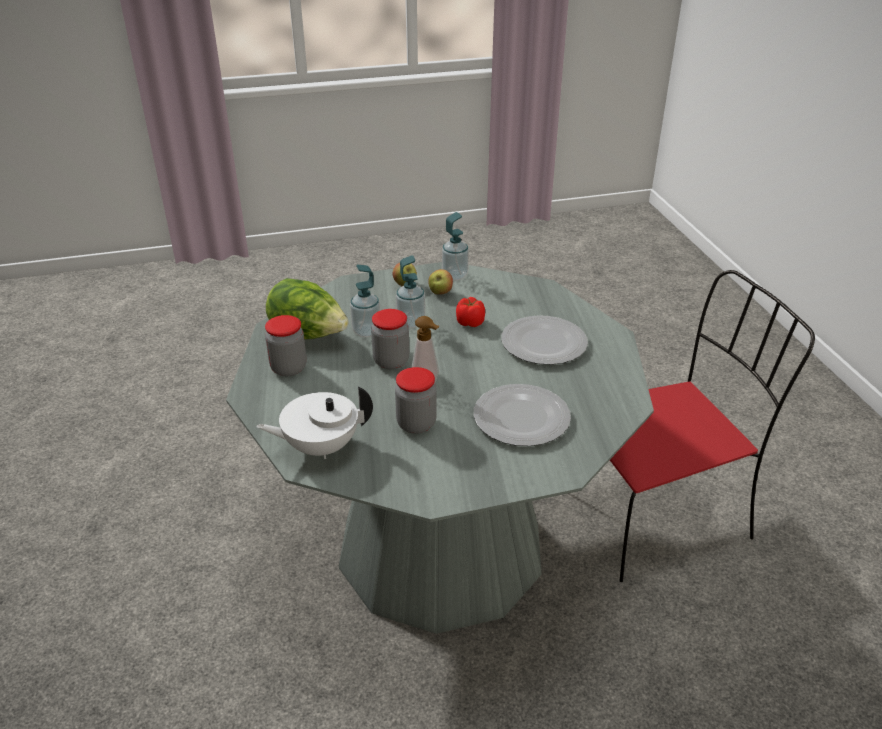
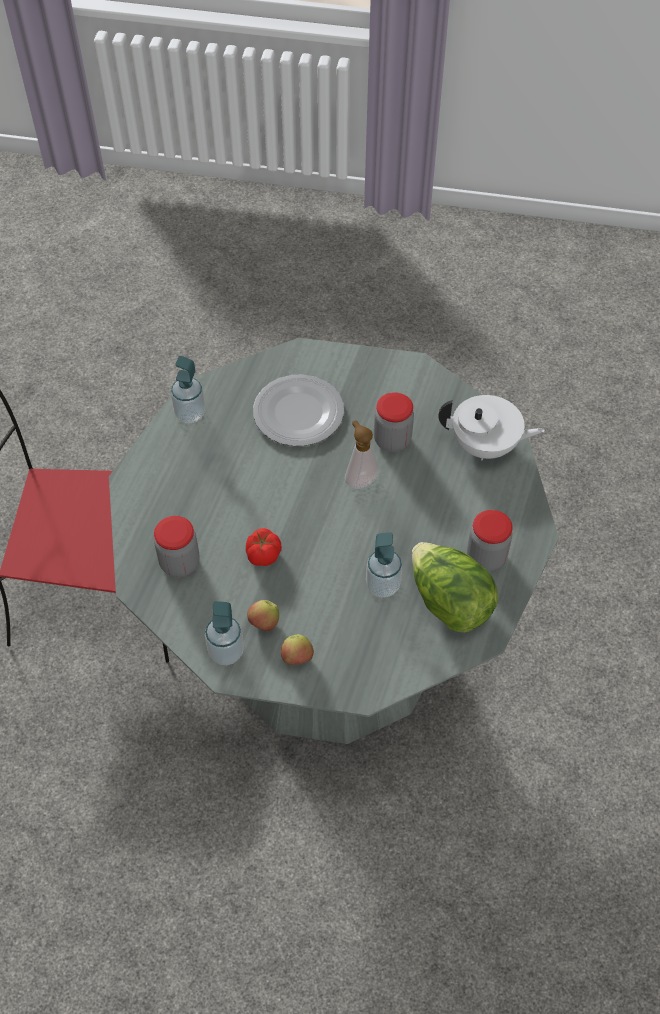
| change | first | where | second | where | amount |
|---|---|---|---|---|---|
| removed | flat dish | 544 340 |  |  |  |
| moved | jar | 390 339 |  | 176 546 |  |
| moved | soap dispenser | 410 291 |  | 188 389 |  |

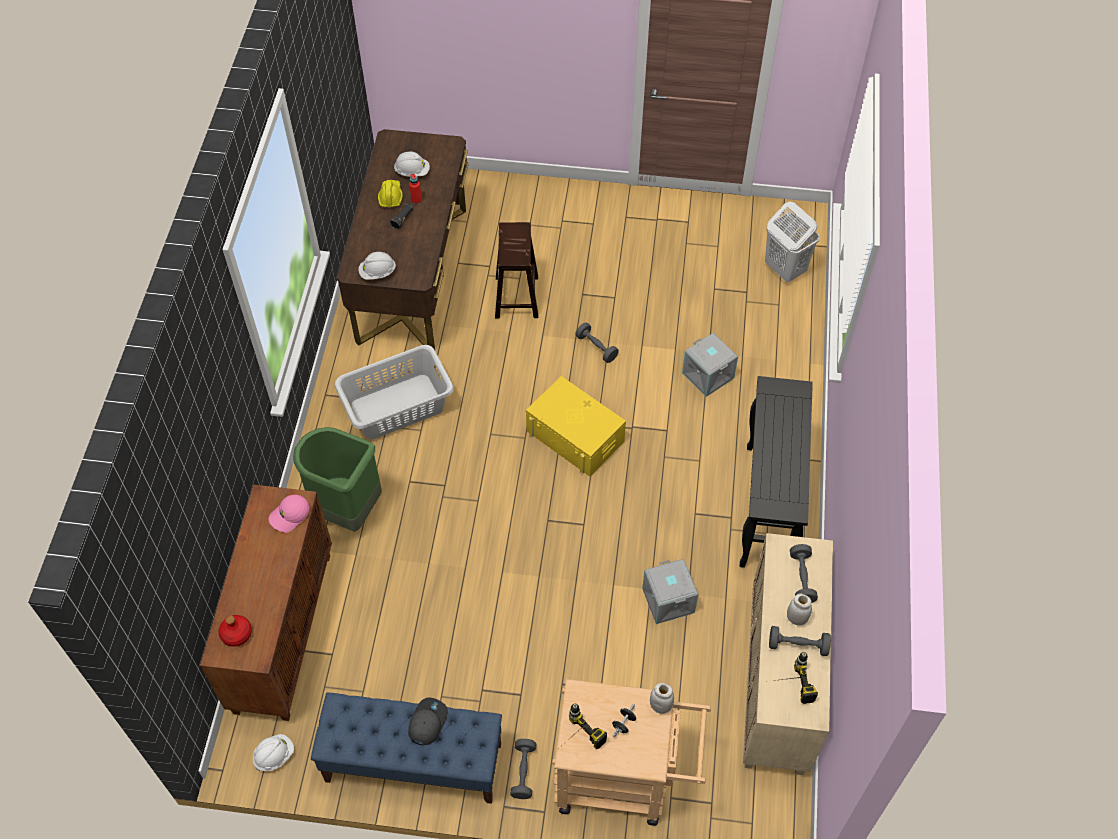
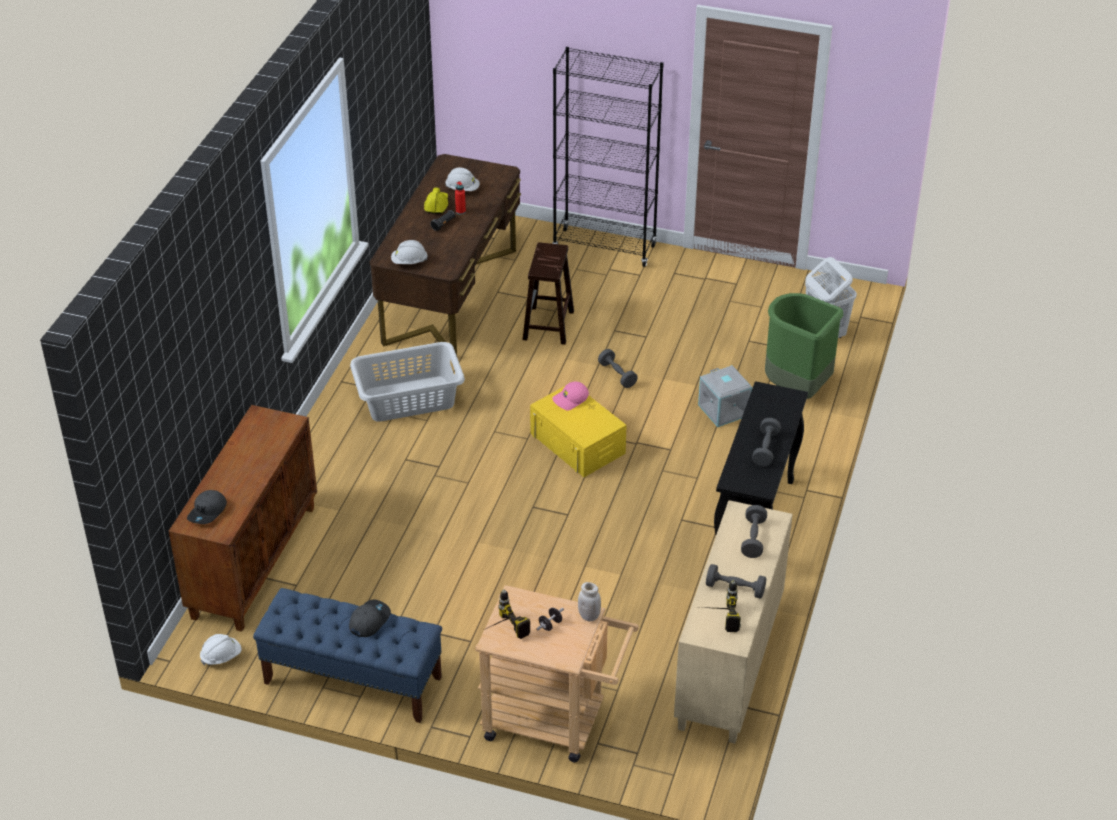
| change | first | where | second | where | amount |
|---|---|---|---|---|---|
| removed | storage box (grey) | 670 591 |  |  |  |
| removed | jar (whitish) | 799 610 |  |  |  |
| added |  |  | shelving unit (blackish) | 608 157 |  |
| moved | peaked cap (pink-coloured) | 289 514 |  | 570 396 |  |
| moved | waste bin (greenish) | 337 479 |  | 804 346 |  |
| moved | dumbbell (grey) | 523 769 |  | 766 442 |  |
| replaced | beverage bottle (reddish) | 235 631 | peaked cap (grey) | 207 507 |  |

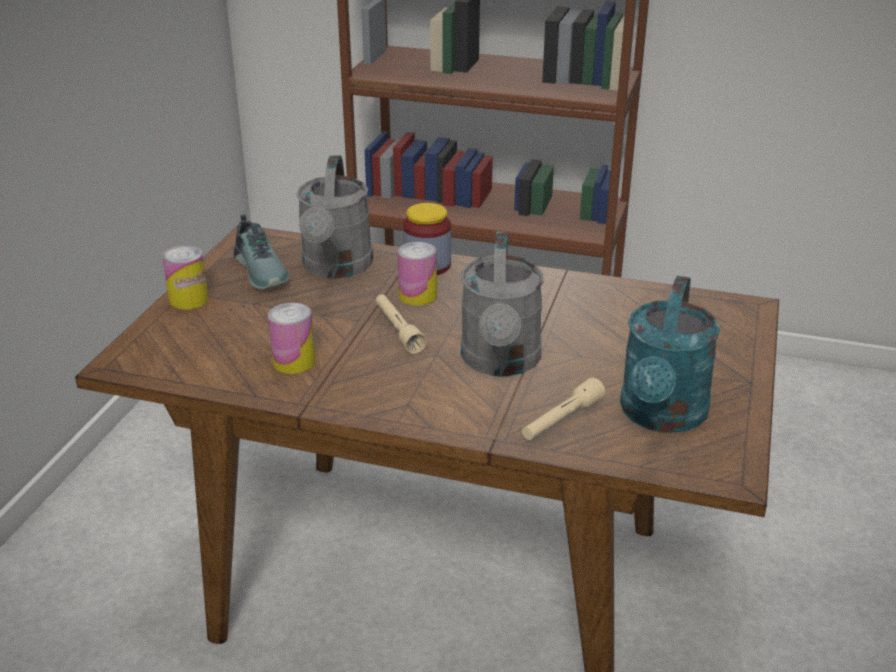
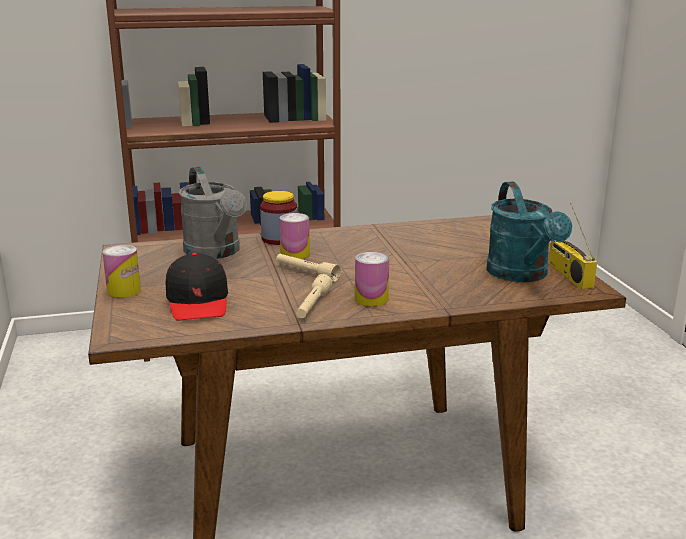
| change | first | where | second | where | amount |
|---|---|---|---|---|---|
| removed | item of footwear | 262 251 |  |  |  |
| removed | watering pot (grey) | 502 304 |  |  |  |
| added |  |  | peaked cap (blackish) | 196 287 |  |
| added |  |  | radio set | 573 246 |  |
| moved | metal can | 291 338 |  | 372 279 |  |
| moved | flashlight (beige) | 564 409 |  | 314 296 |  |

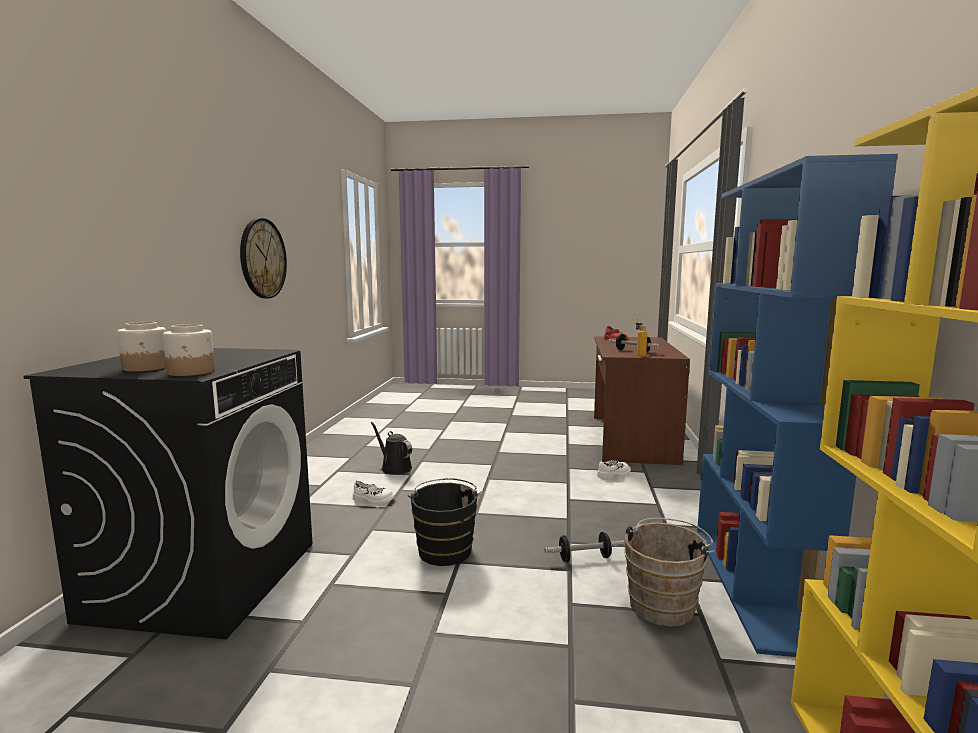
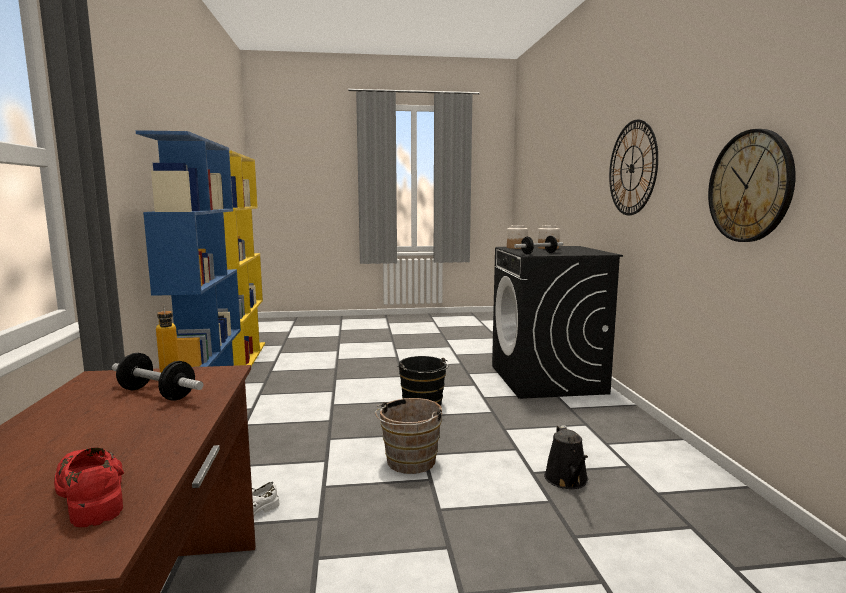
| change | first | where | second | where | amount |
|---|---|---|---|---|---|
| removed | item of footwear (whitish) | 374 492 |  |  |  |
| added |  |  | clock on the wall | 633 167 |  |
| moved | dumbbell | 584 547 |  | 538 245 |  |
| moved | water bucket (brown-coloured) | 669 572 |  | 408 436 |  |
| turned | watering pot (blackish) | 391 448 |  | 566 457 | 60 degrees clockwise |

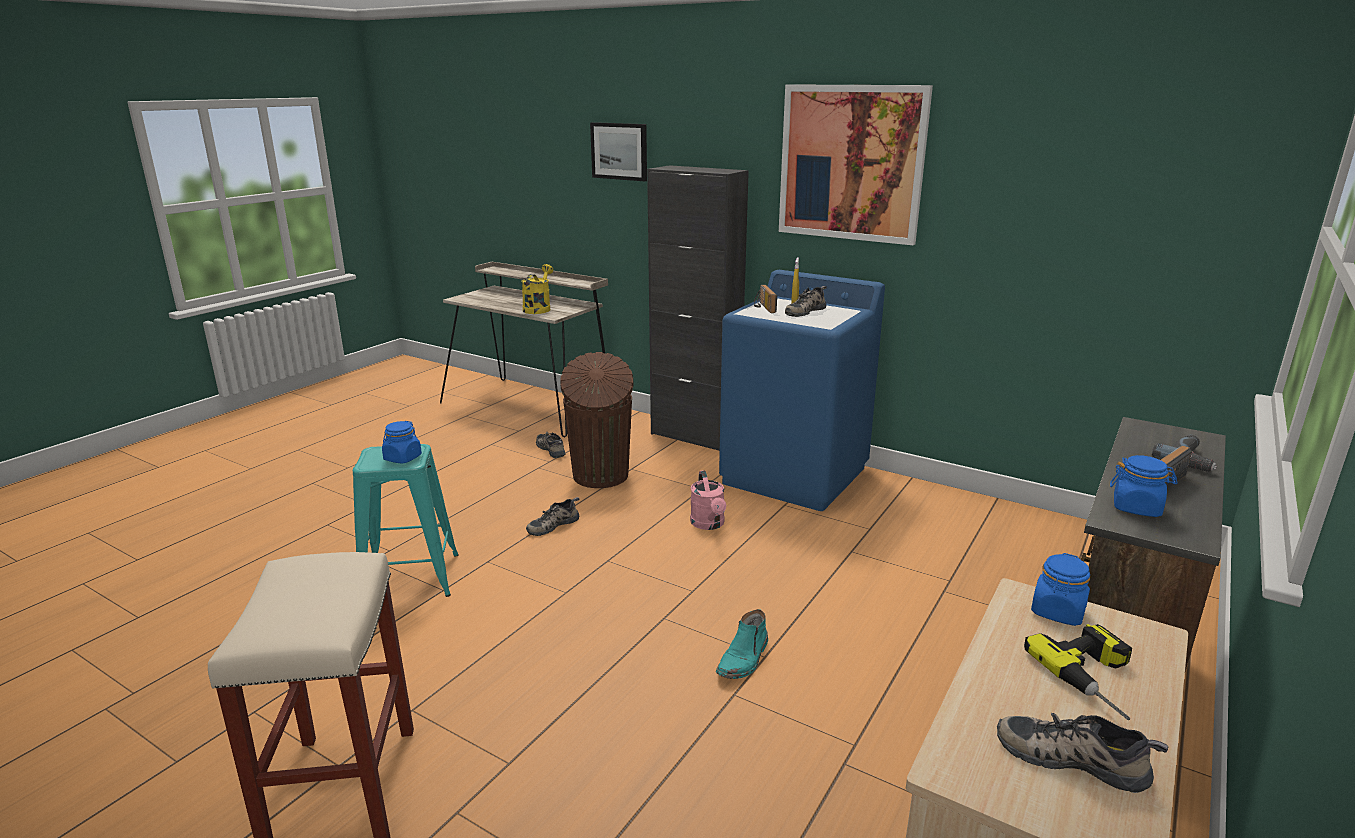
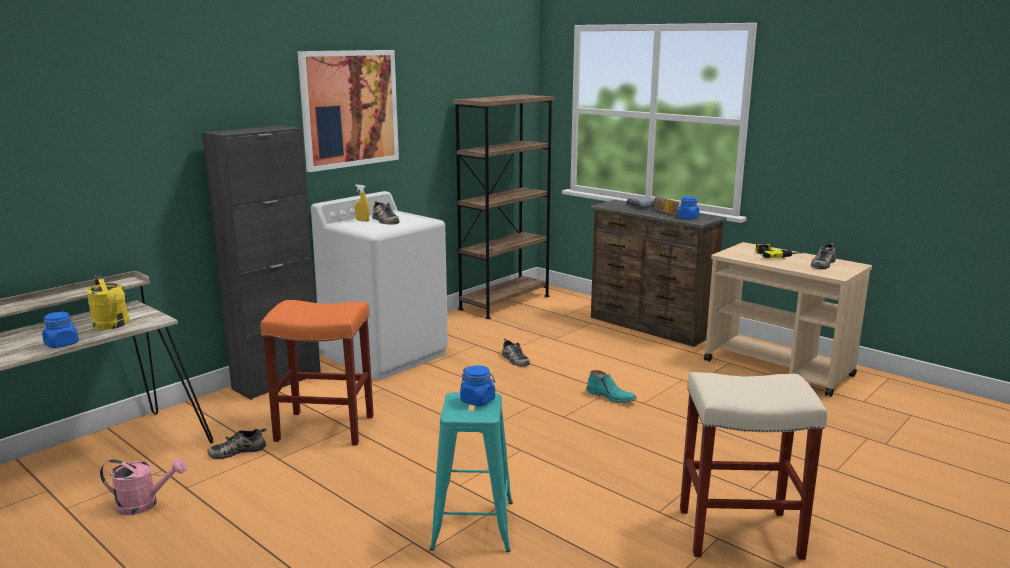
| change | first | where | second | where | amount |
|---|---|---|---|---|---|
| removed | wall picture | 618 151 |  |  |  |
| removed | radio set | 765 299 |  |  |  |
| added |  |  | shelving unit (brown-coloured) | 503 206 |  |
| moved | item of footwear | 552 516 |  | 516 352 |  |
| moved | watering pot (pink-coloured) | 708 500 |  | 143 486 |  |
| moved | jar (bluish) | 1060 589 |  | 60 330 |  |
| replaced | waste bin (brown-coloured) | 597 420 | stool (orange-coloured) | 317 373 |  |
| recoloured | laundry machine (bluish) | 802 390 | laundry machine (whitish) | 379 285 |  |
| turned | watering pot (yellow-coloured) | 537 289 |  | 107 302 | 150 degrees counterclockwise |

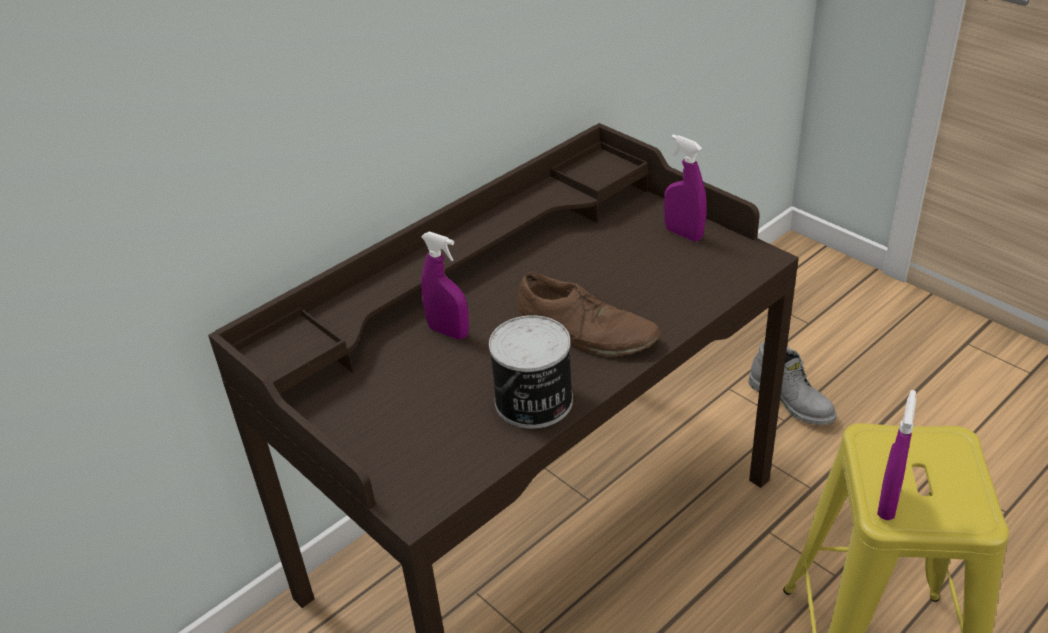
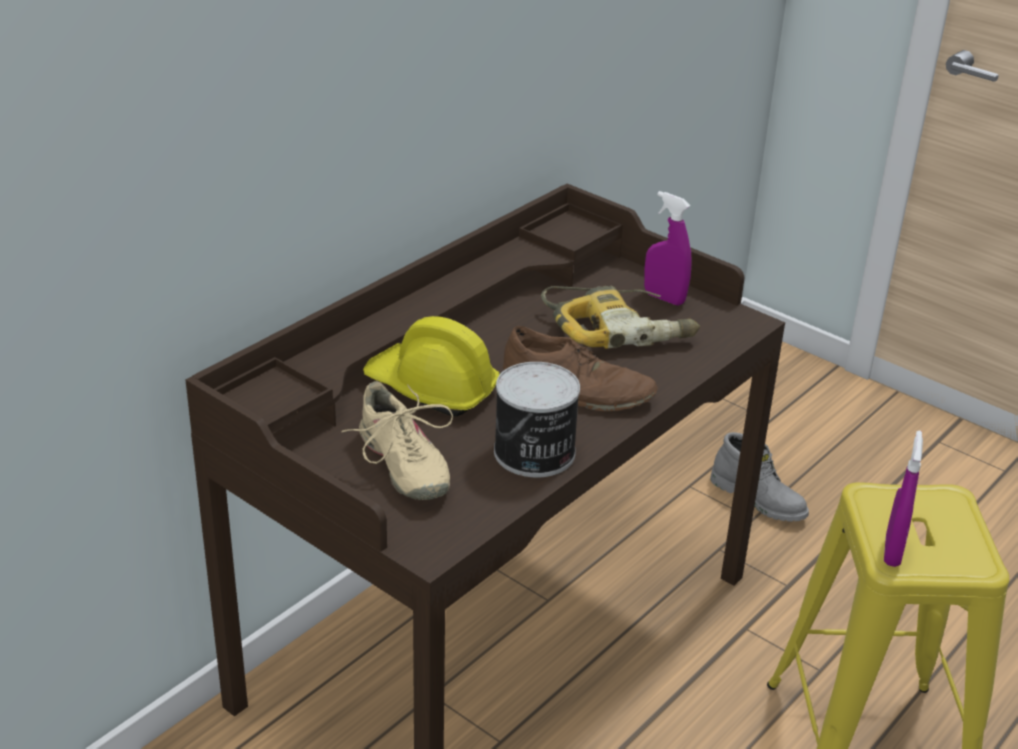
| change | first | where | second | where | amount |
|---|---|---|---|---|---|
| added |  |  | item of footwear (beige) | 397 440 |  |
| added |  |  | power drill | 620 317 |  |
| replaced | hand sprayer (purplish) | 445 285 | work helmet (yellow-coloured) | 431 366 |  |

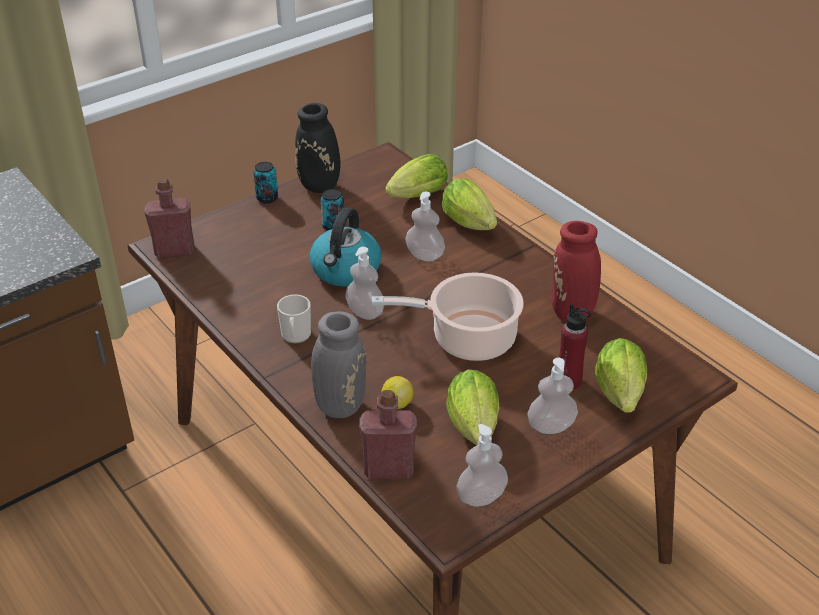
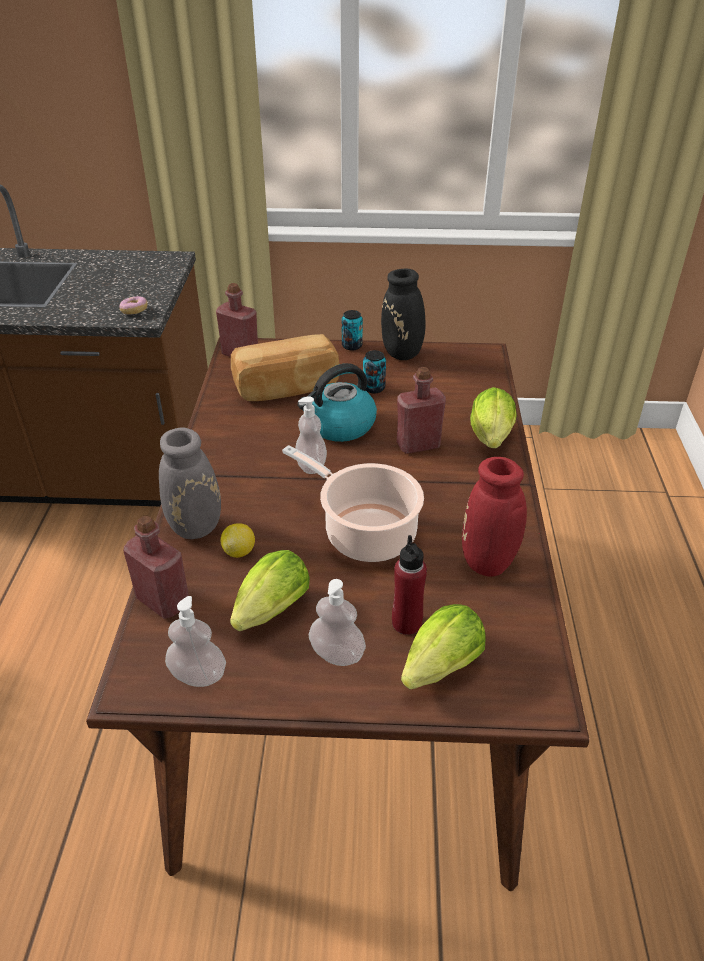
| change | first | where | second | where | amount |
|---|---|---|---|---|---|
| removed | coffee mug | 294 318 |  |  |  |
| removed | lettuce head | 416 176 |  |  |  |
| added |  |  | donut | 133 305 |  |
| added |  |  | bakery bread | 285 367 |  |
| replaced | soap dispenser | 425 226 | beverage bottle (reddish) | 421 410 |  |

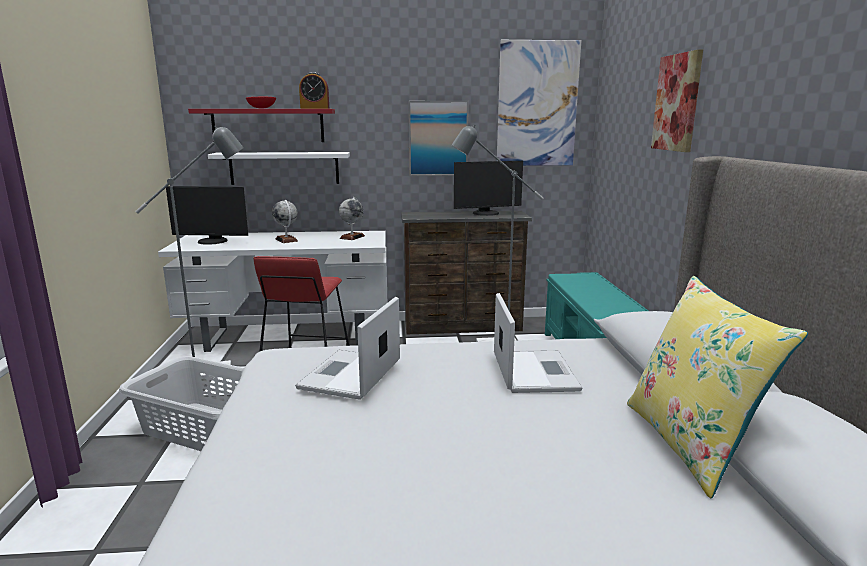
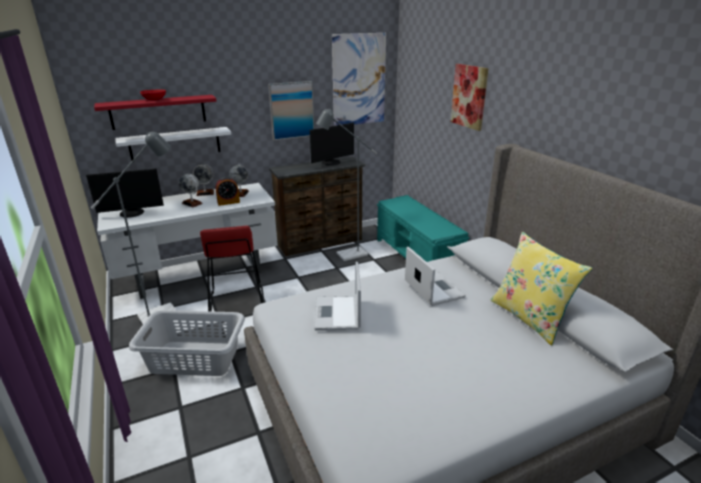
| change | first | where | second | where | amount |
|---|---|---|---|---|---|
| added |  |  | globe | 203 180 |  |
| moved | alarm clock | 314 90 |  | 228 191 |  |

